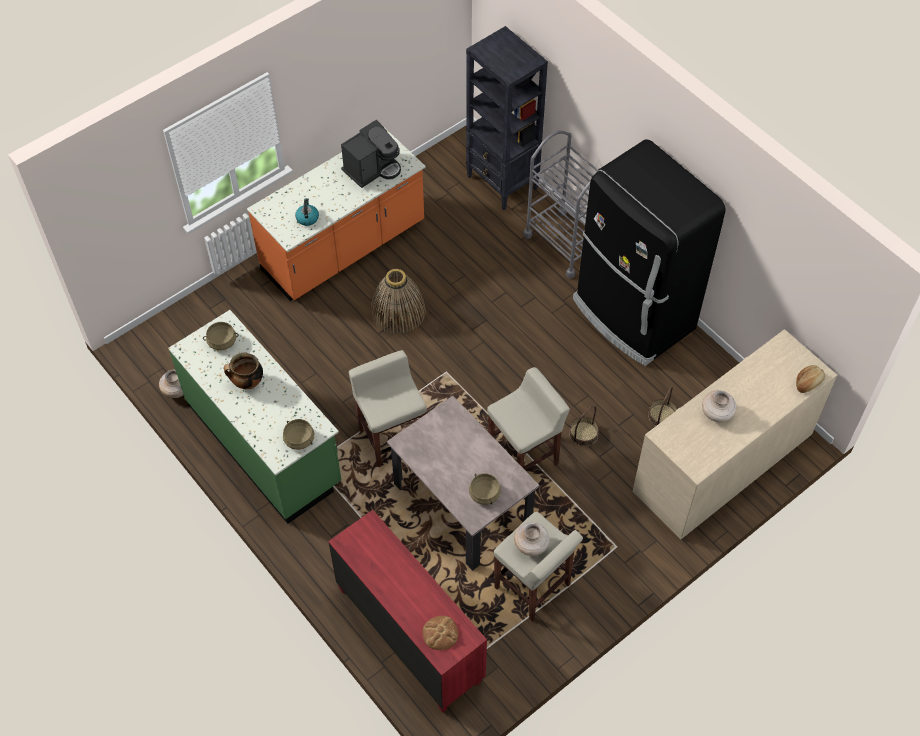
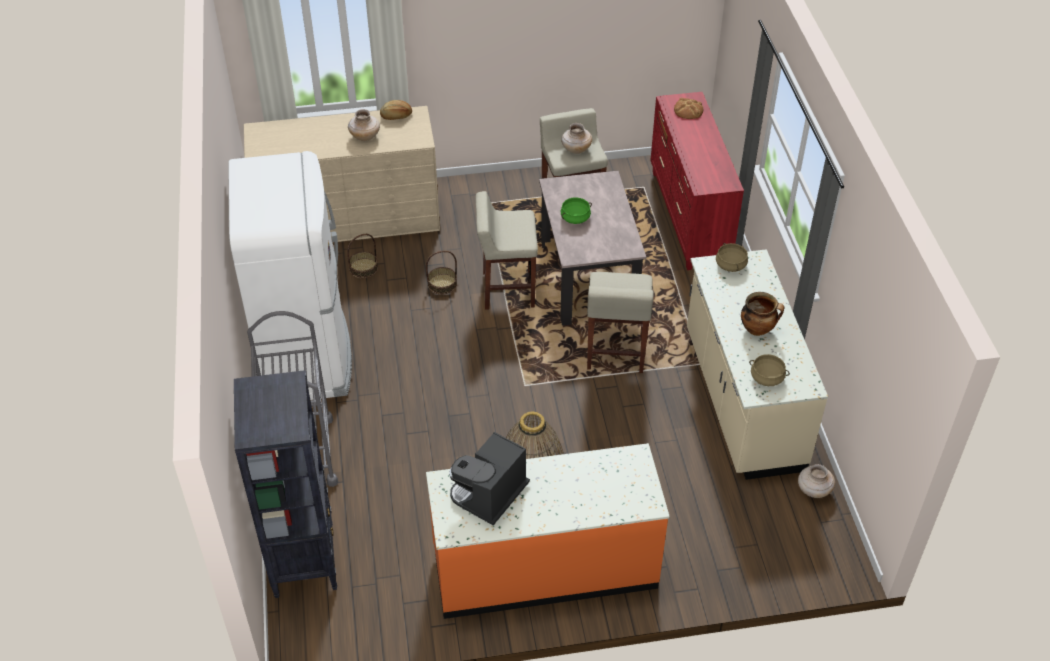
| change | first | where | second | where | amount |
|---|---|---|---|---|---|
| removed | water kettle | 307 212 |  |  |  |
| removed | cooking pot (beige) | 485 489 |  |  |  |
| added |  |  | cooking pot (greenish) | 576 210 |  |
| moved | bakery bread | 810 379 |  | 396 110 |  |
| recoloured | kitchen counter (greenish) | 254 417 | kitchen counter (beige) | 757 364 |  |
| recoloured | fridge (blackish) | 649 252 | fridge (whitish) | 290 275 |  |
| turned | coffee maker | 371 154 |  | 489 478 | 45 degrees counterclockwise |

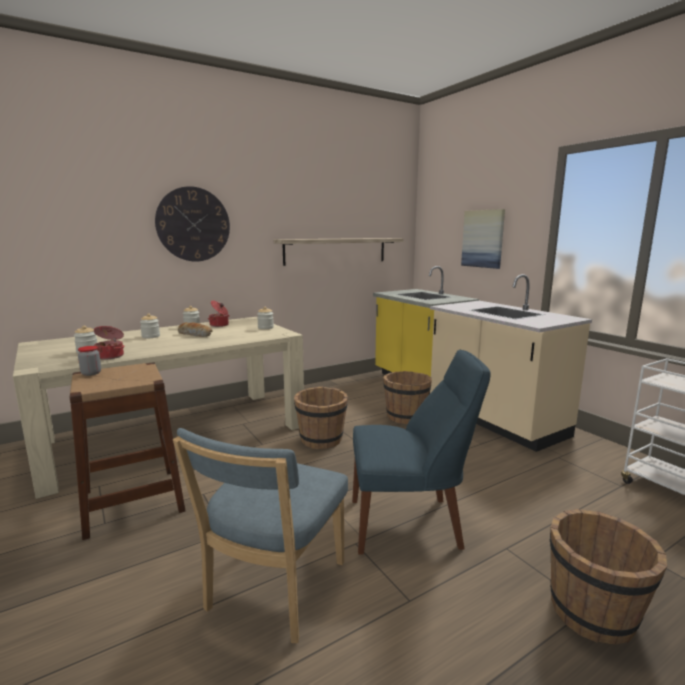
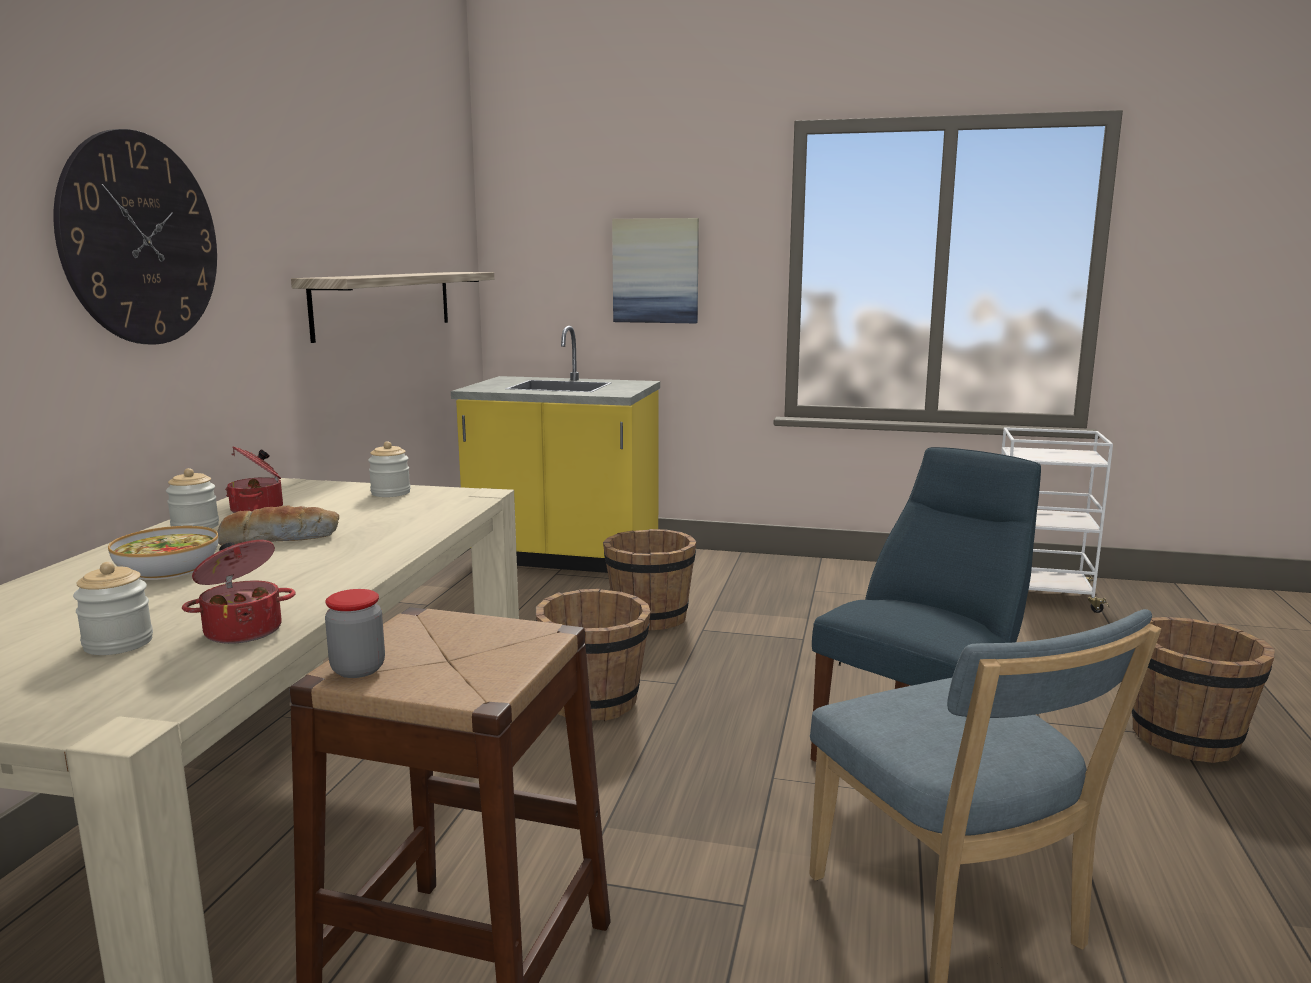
| change | first | where | second | where | amount |
|---|---|---|---|---|---|
| removed | kitchen counter (beige) | 511 363 |  |  |  |
| replaced | jar | 150 326 | deep dish | 163 553 |  |

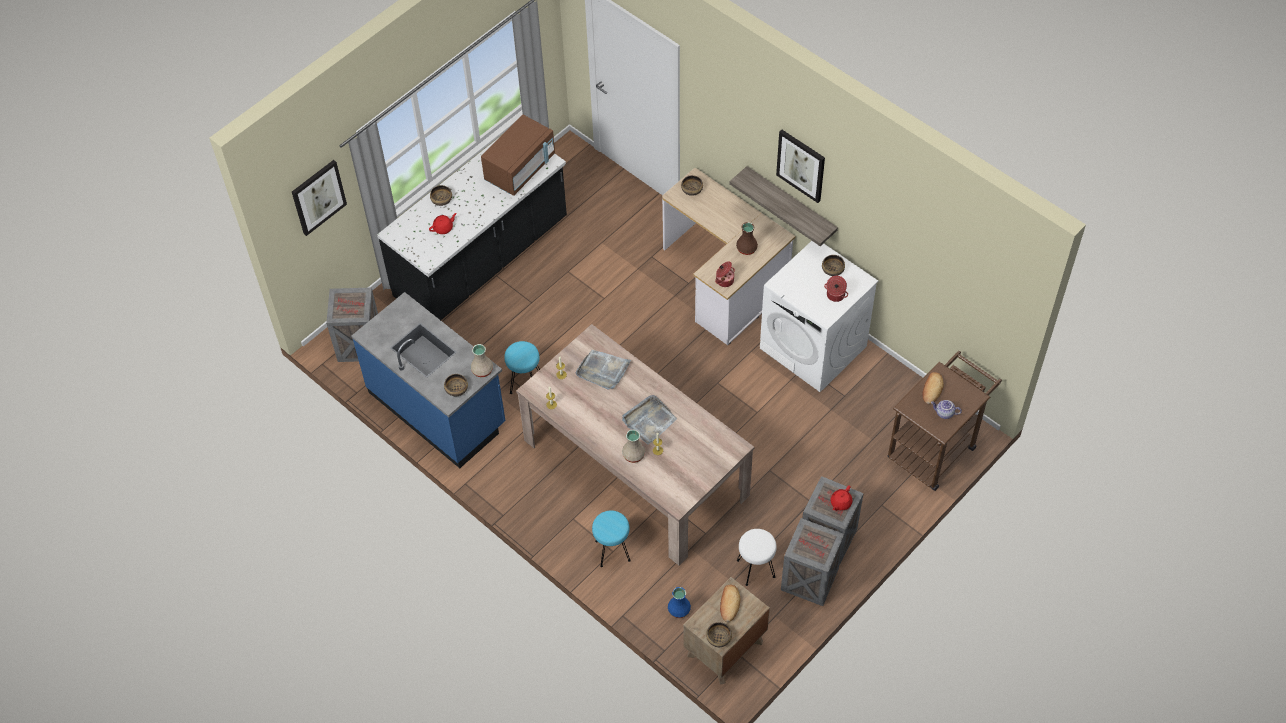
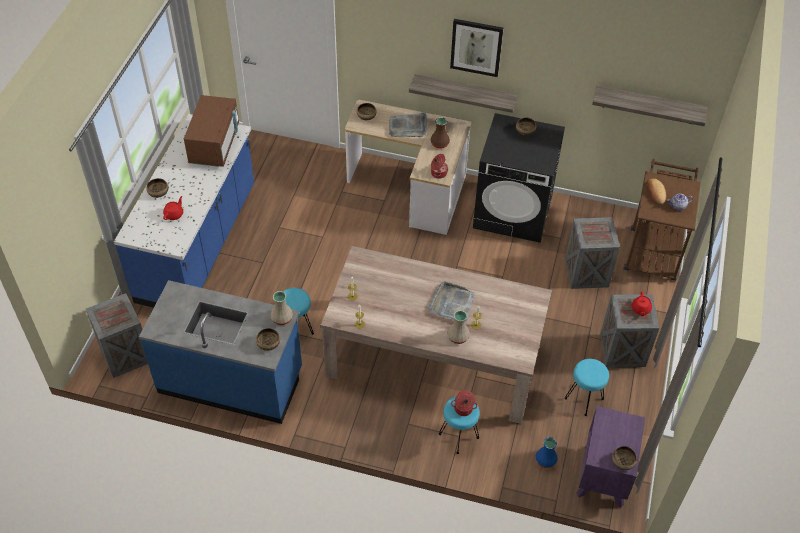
| change | first | where | second | where | amount |
|---|---|---|---|---|---|
| removed | wall picture | 319 198 |  |  |  |
| removed | bakery bread | 730 603 |  |  |  |
| added |  |  | shelf | 650 105 |  |
| moved | serving tray (grey) | 603 370 |  | 408 124 |  |
| moved | shipping crate | 812 562 |  | 592 253 |  |
| moved | cooking pot | 836 289 |  | 464 403 |  |
| recoloured | kitchen counter (blackish) | 472 227 | kitchen counter (bluish) | 184 211 |  |
| recoloured | night table (brown-coloured) | 726 631 | night table (purplish) | 610 457 |  |
| recoloured | stool (whitish) | 757 557 | stool (turquoise) | 586 387 |  |
| recoloured | laundry machine (whitish) | 819 316 | laundry machine (blackish) | 519 178 |  |

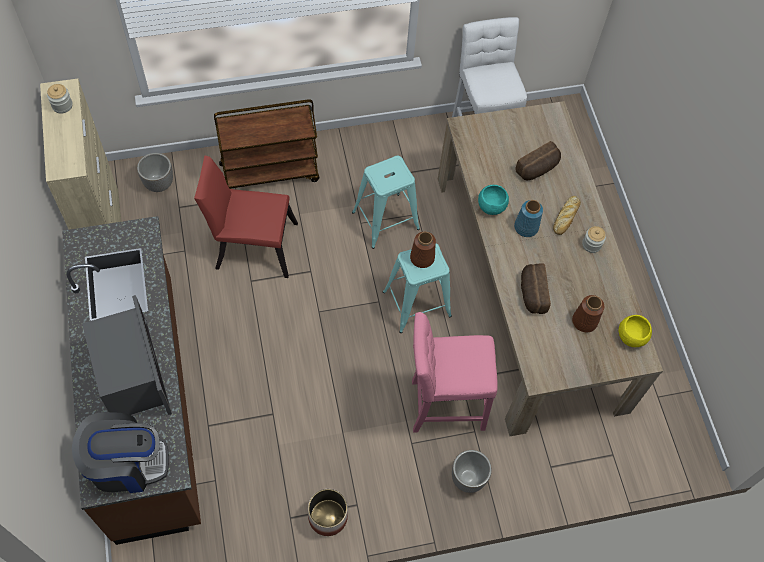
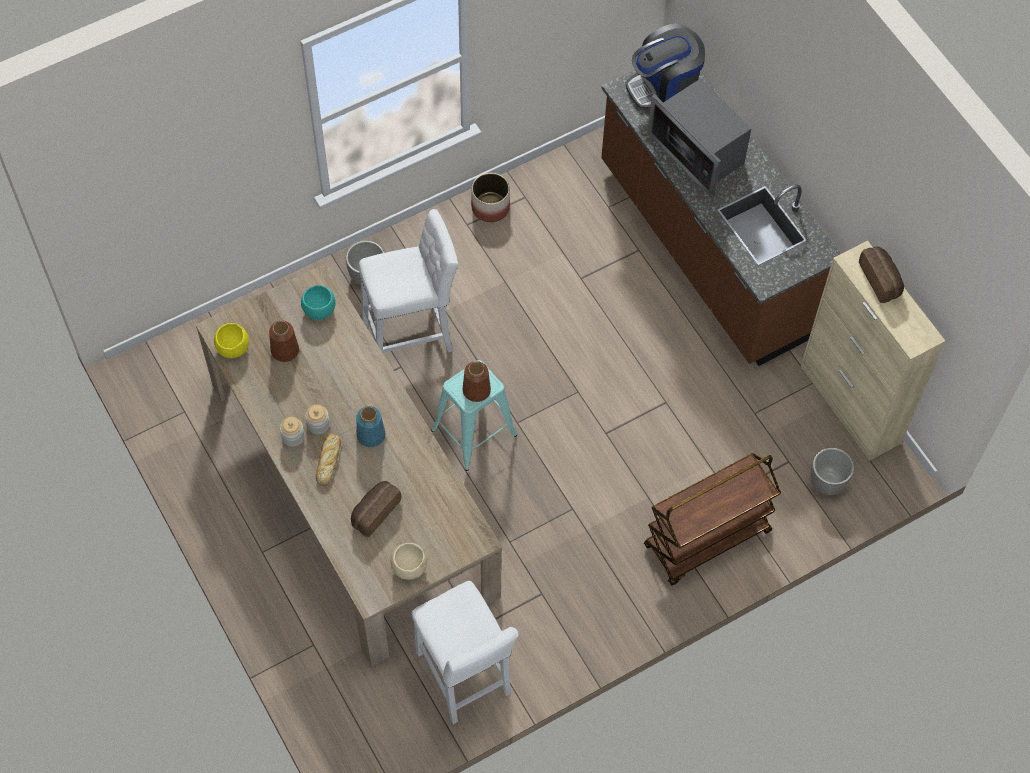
| change | first | where | second | where | amount |
|---|---|---|---|---|---|
| removed | upright chair (reddish) | 246 217 |  |  |  |
| removed | stool (turquoise) | 386 202 |  |  |  |
| added |  |  | deep dish (beige) | 409 561 |  |
| moved | jar | 60 99 |  | 317 420 |  |
| moved | deep dish (turquoise) | 493 200 |  | 318 302 |  |
| moved | bakery bread | 536 288 |  | 881 275 |  |
| recoloured | stool (pink-coloured) | 454 372 | stool (whitish) | 408 281 |  |

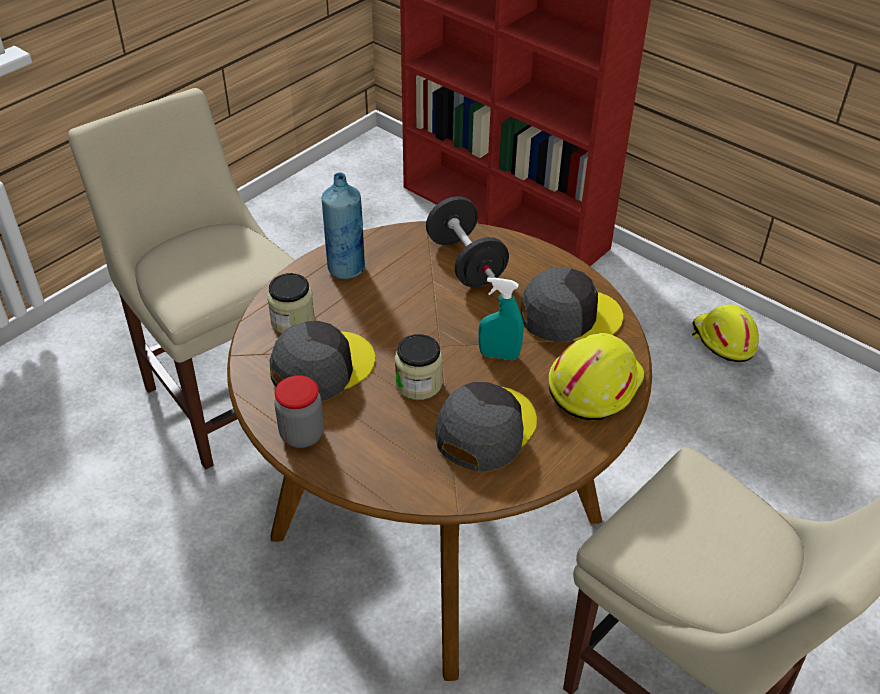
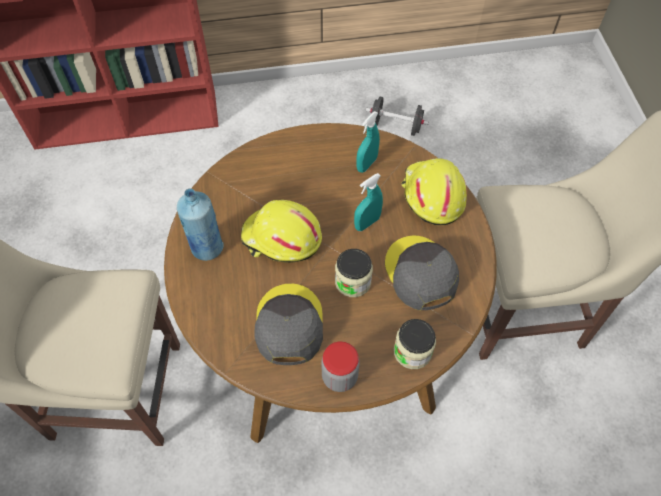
| change | first | where | second | where | amount |
|---|---|---|---|---|---|
| moved | jar | 291 303 |  | 415 344 |  |
| moved | dumbbell (blackish) | 467 241 |  | 397 116 |  |
| moved | work helmet (yellow-coloured) | 725 333 |  | 281 231 |  |
| replaced | peaked cap (grey) | 572 304 | hand sprayer (turquoise) | 368 142 |  |

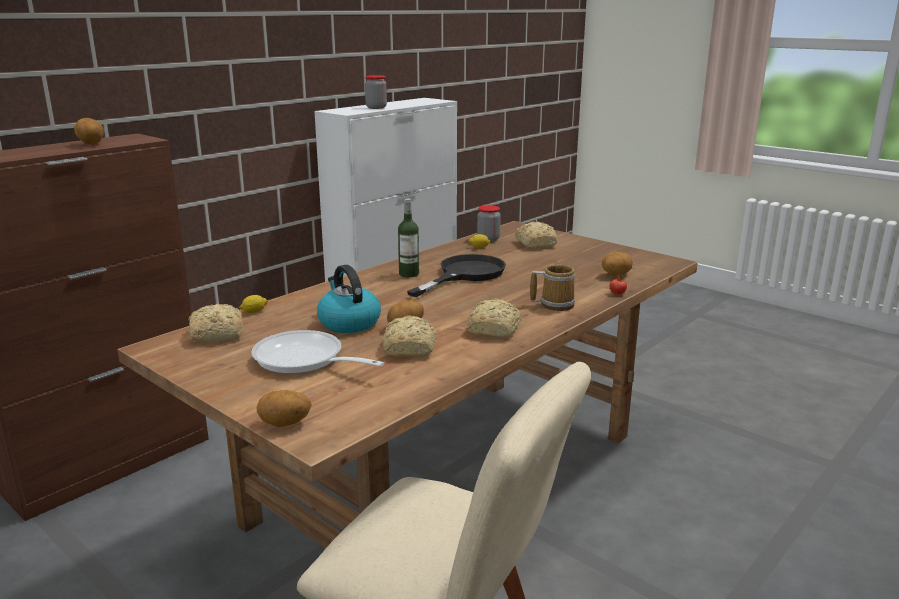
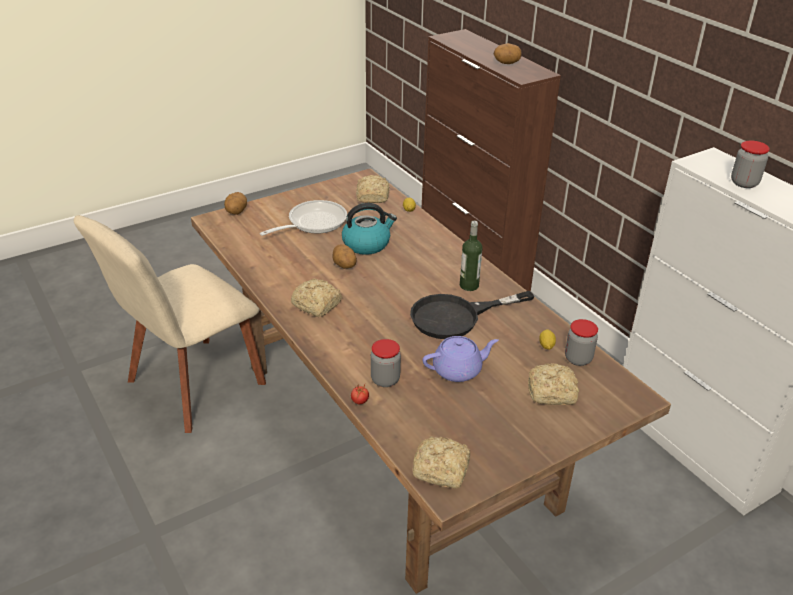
| change | first | where | second | where | amount |
|---|---|---|---|---|---|
| removed | coffee mug | 552 287 |  |  |  |
| removed | spud | 617 263 |  |  |  |
| added |  |  | jar | 386 363 |  |
| added |  |  | teapot (purplish) | 461 359 |  |
| moved | bakery bread | 409 336 |  | 441 463 |  |
| turned | pan (blackish) | 456 275 |  | 472 315 | 105 degrees clockwise |

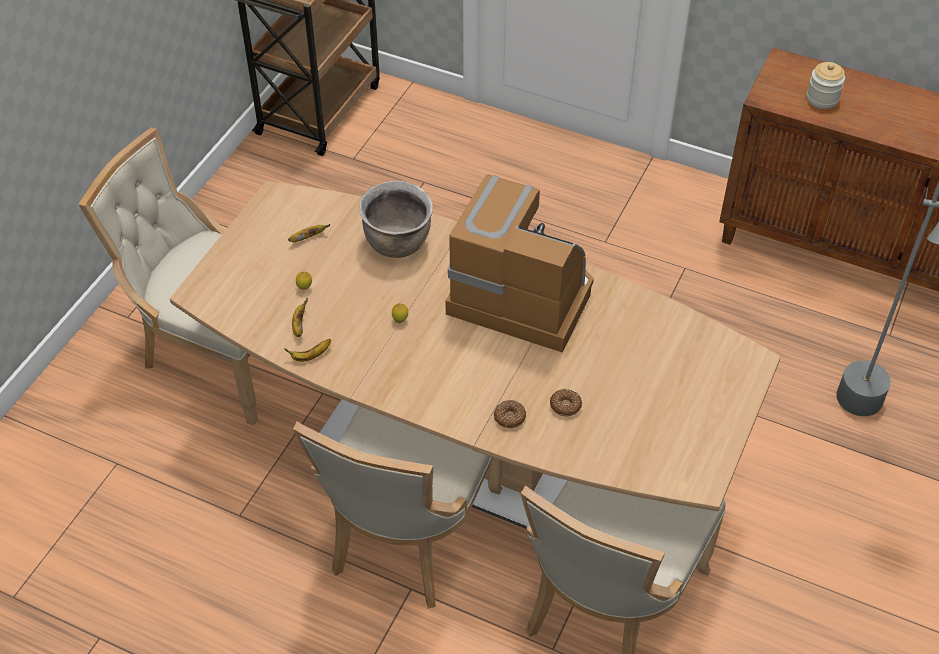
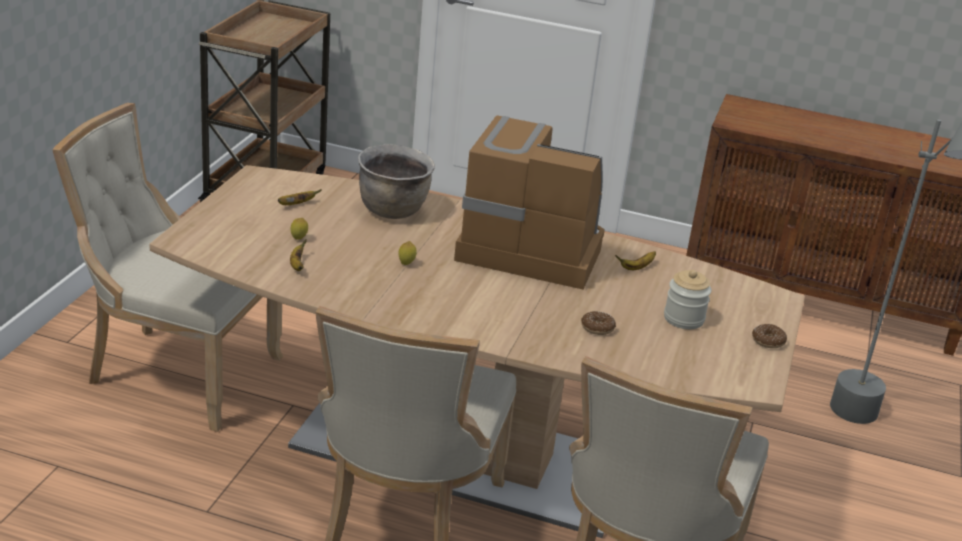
| change | first | where | second | where | amount |
|---|---|---|---|---|---|
| moved | whole banana | 308 350 |  | 635 260 |  |
| moved | donut | 510 414 |  | 769 336 |  |
| moved | jar | 826 85 |  | 688 299 |  |

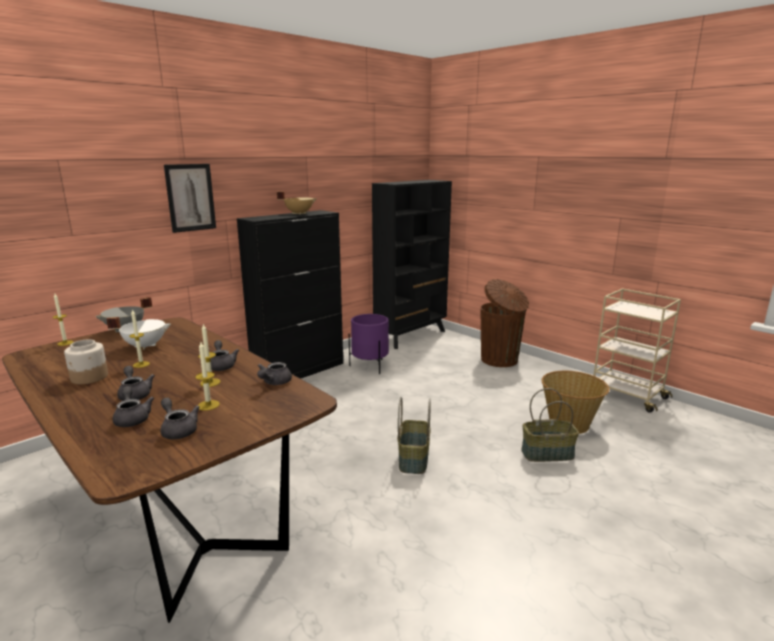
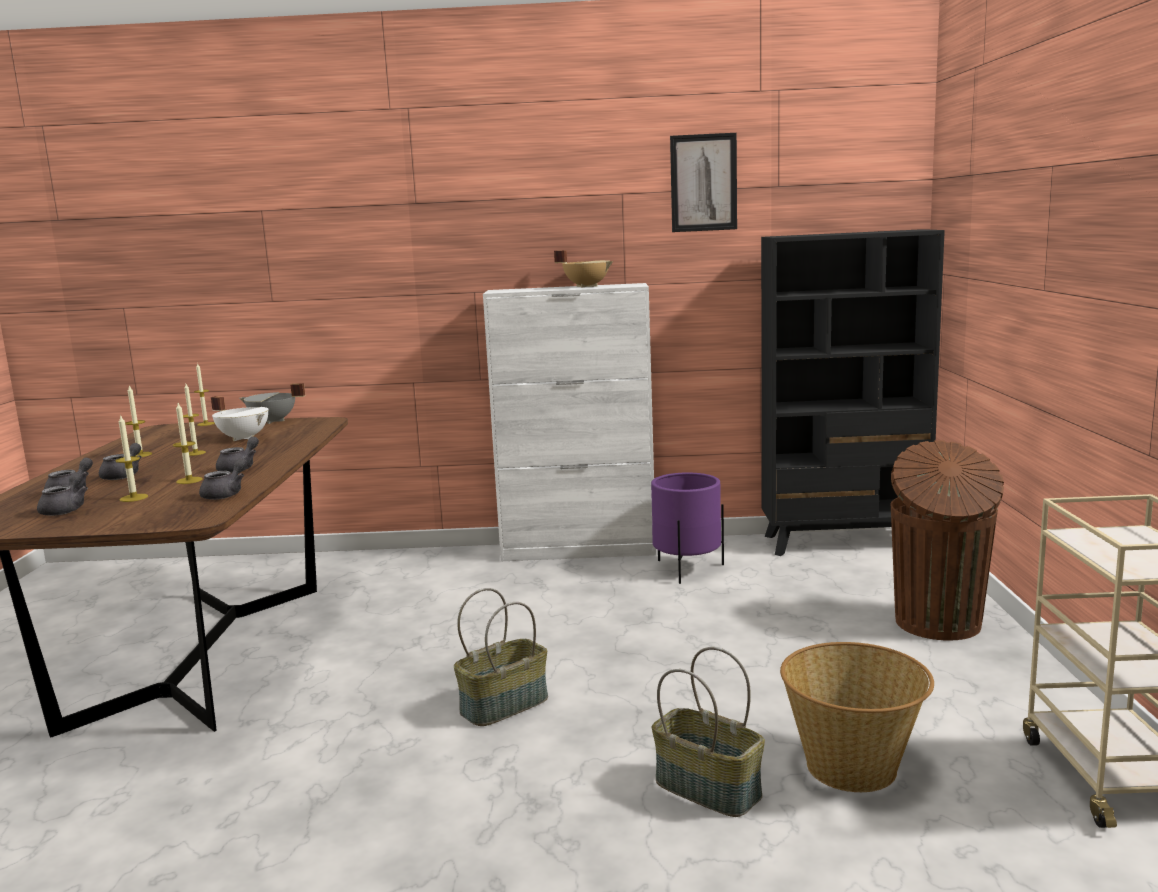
| change | first | where | second | where | amount |
|---|---|---|---|---|---|
| moved | wall picture | 190 198 |  | 703 182 |  |
| replaced | jar | 86 361 | wax candle | 138 421 |  |
| recoloured | cabinet (blackish) | 290 294 | cabinet (whitish) | 569 422 |  |
| turned | teapot (grey) | 274 373 |  | 223 479 | 135 degrees clockwise |

